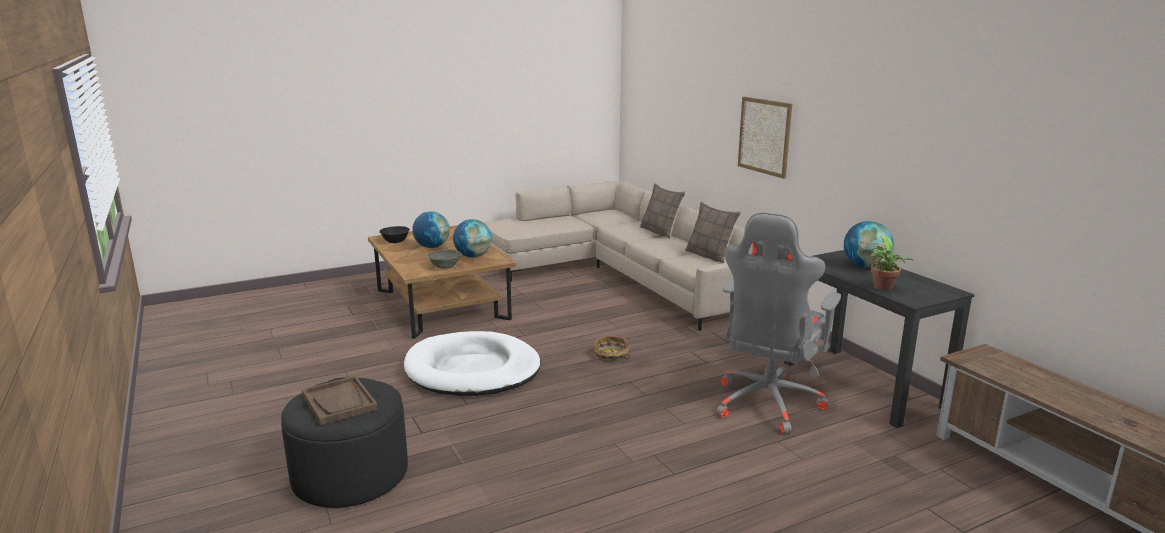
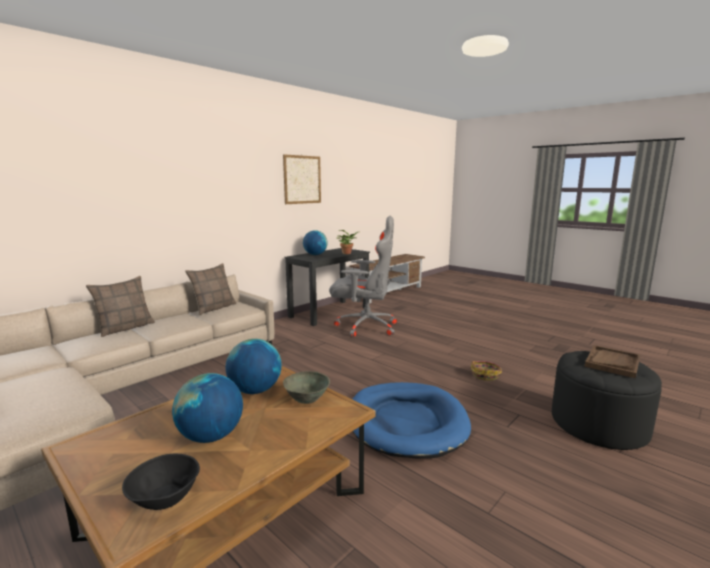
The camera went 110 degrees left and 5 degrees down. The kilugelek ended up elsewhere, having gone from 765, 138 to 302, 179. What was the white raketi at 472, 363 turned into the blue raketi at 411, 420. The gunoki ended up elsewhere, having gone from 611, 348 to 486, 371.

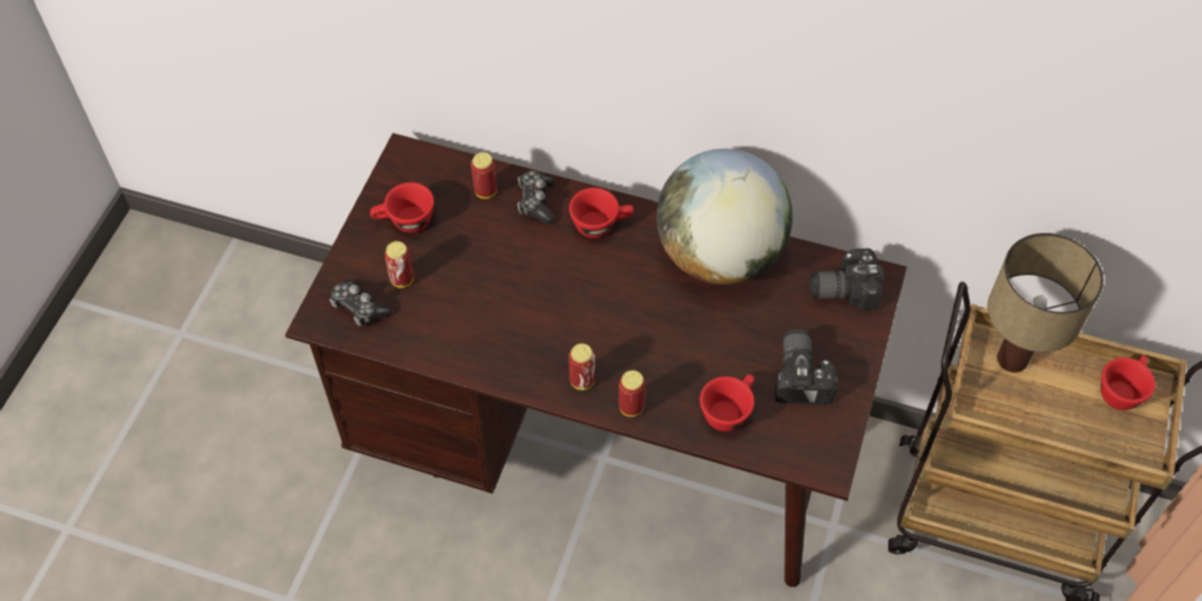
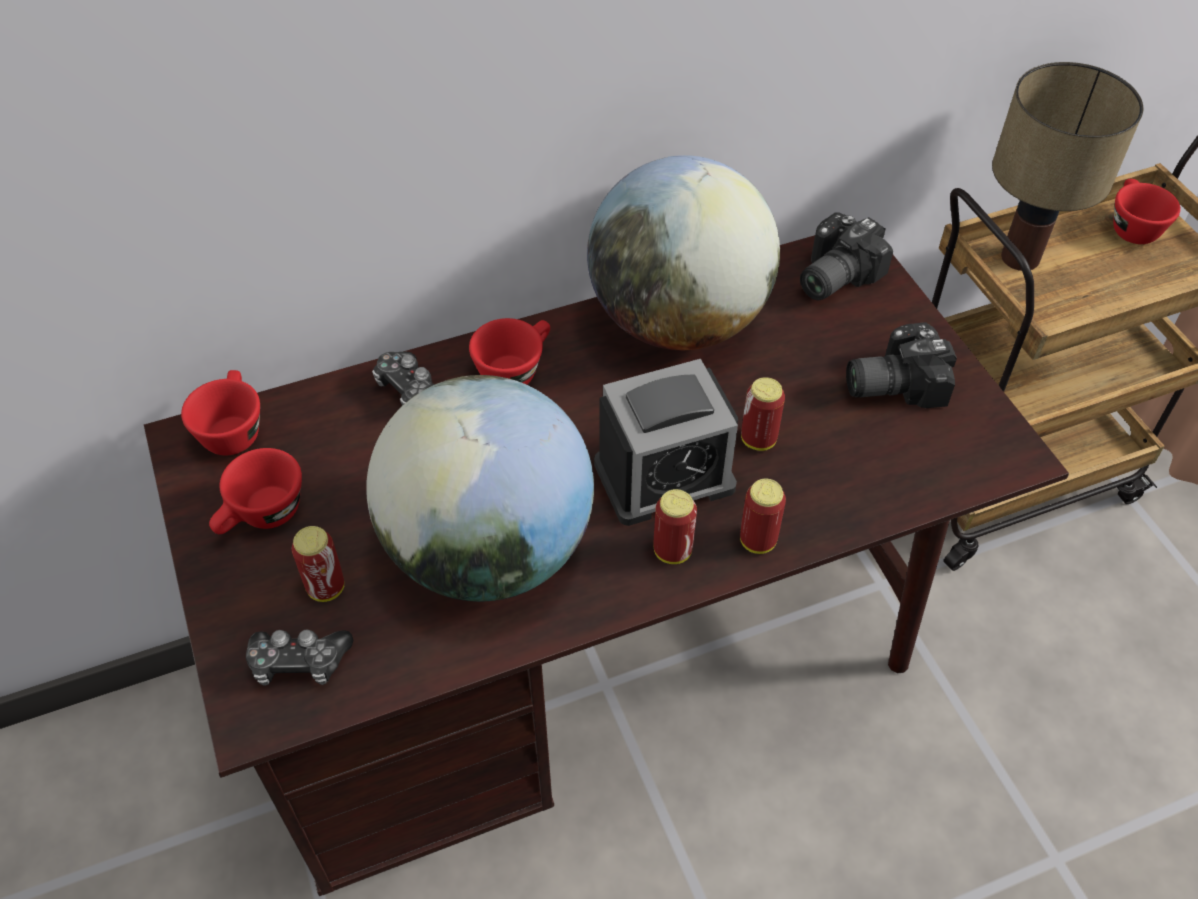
The camera went 40 degrees left and 5 degrees down. The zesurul ended up elsewhere, having gone from 484, 175 to 763, 414. The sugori at 806, 367 ended up facing another way, 60 degrees counterclockwise from before. The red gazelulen ended up elsewhere, having gone from 727, 402 to 220, 413. The second view gained the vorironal at 666, 442. The second view gained the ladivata at 480, 488.

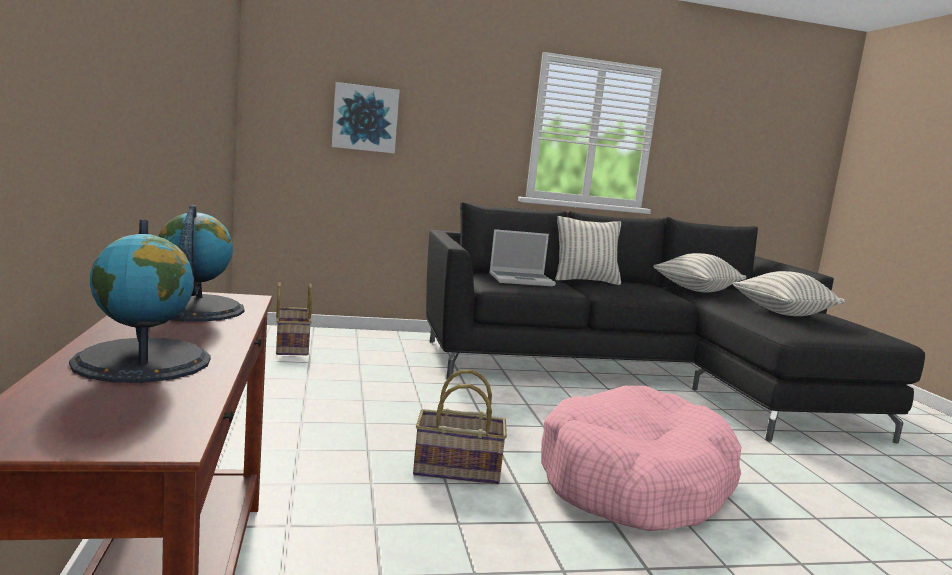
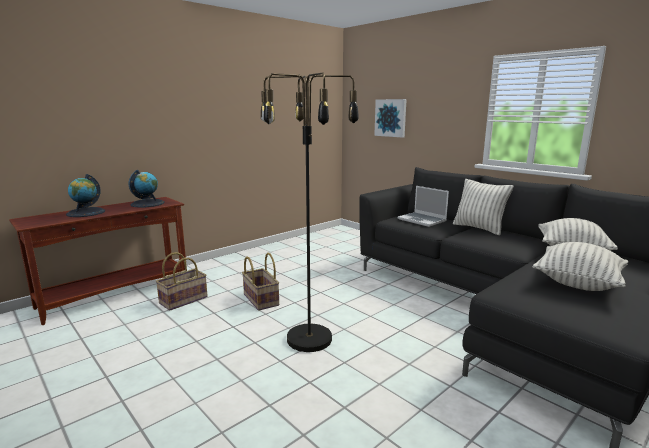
The camera went 60 degrees right and 5 degrees up. The gunoki ended up elsewhere, having gone from 294, 318 to 182, 281. Where the pink raketi stood at 641, 458, the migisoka came to stand at 310, 212.

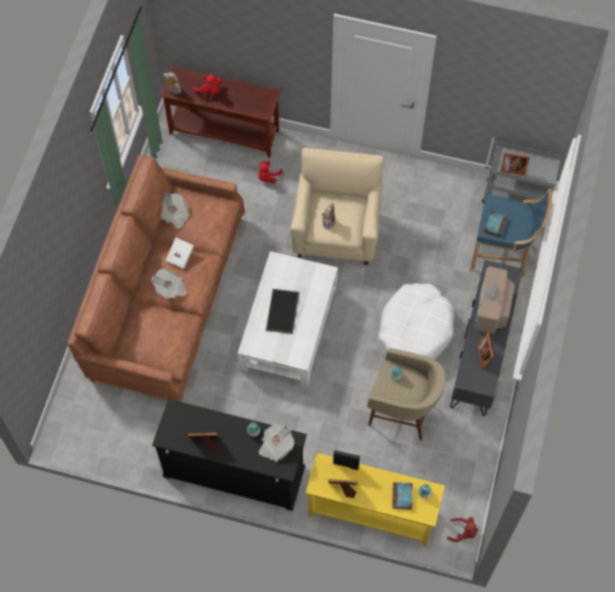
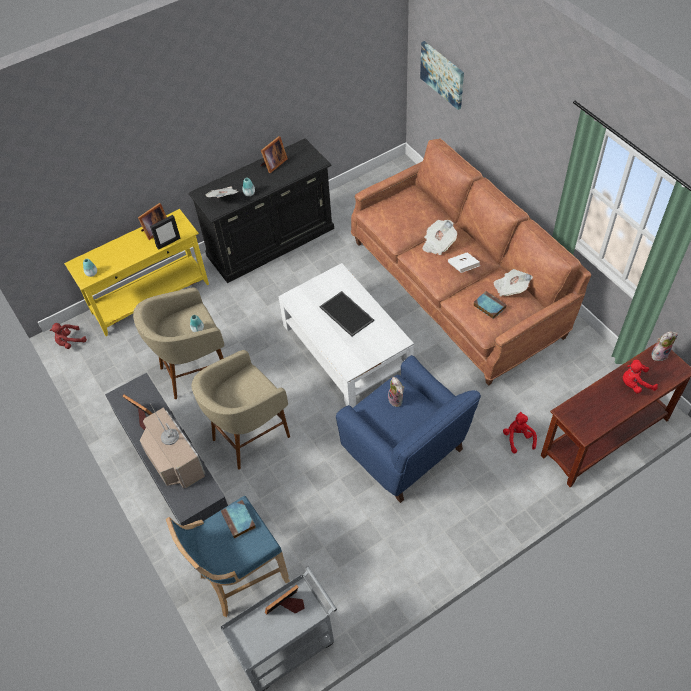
The camera went 135 degrees right and 10 degrees down. What was the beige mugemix at 337, 206 turned into the blue mugemix at 408, 429. Where the white raketi stood at 416, 321, the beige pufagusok came to stand at 241, 410. The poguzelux ended up elsewhere, having gone from 402, 496 to 490, 305. The second view gained the kilugelek at 442, 75.

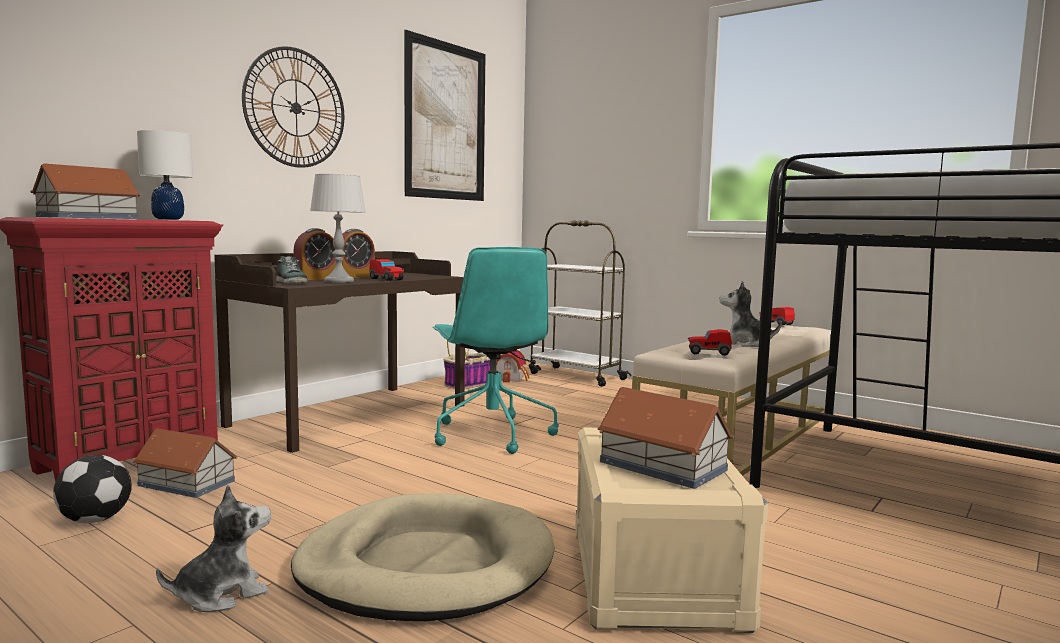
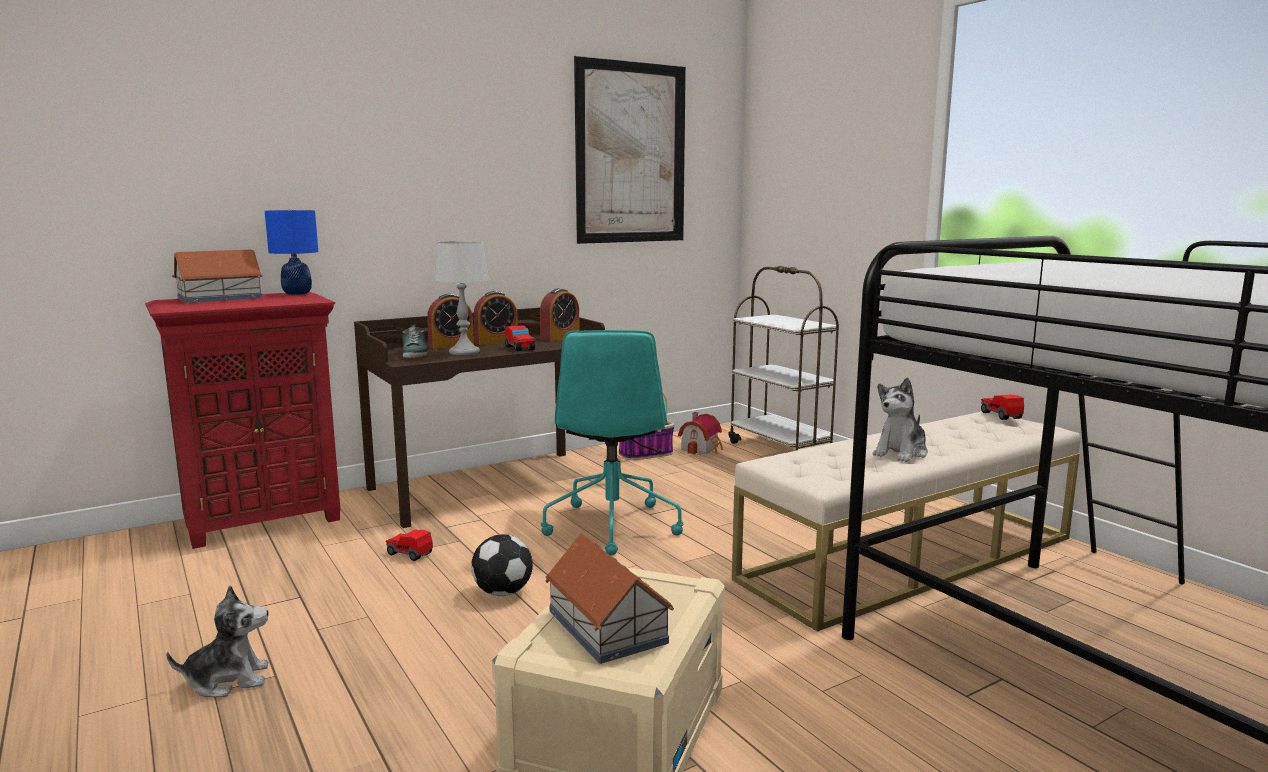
The camera went 20 degrees right and 5 degrees up. The second view lost the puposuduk at 293, 107. What was the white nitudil at 165, 175 turned into the blue nitudil at 291, 252. The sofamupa at 751, 314 ended up facing another way, 90 degrees counterclockwise from before. The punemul ended up elsewhere, having gone from 710, 342 to 409, 545. The second view lost the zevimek at 185, 463. The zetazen ended up elsewhere, having gone from 92, 489 to 502, 565. The second view lost the beige raketi at 423, 557. The second view gained the vorironal at 560, 314.

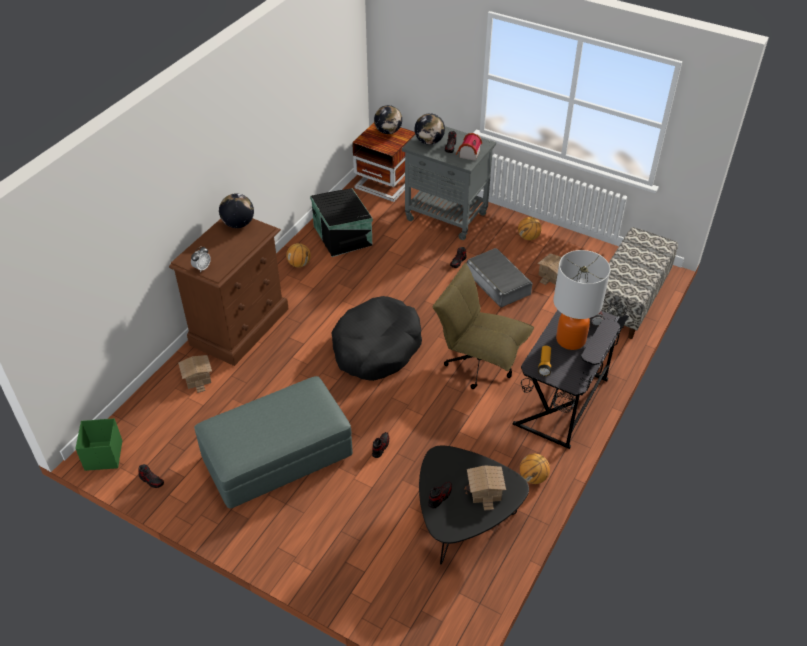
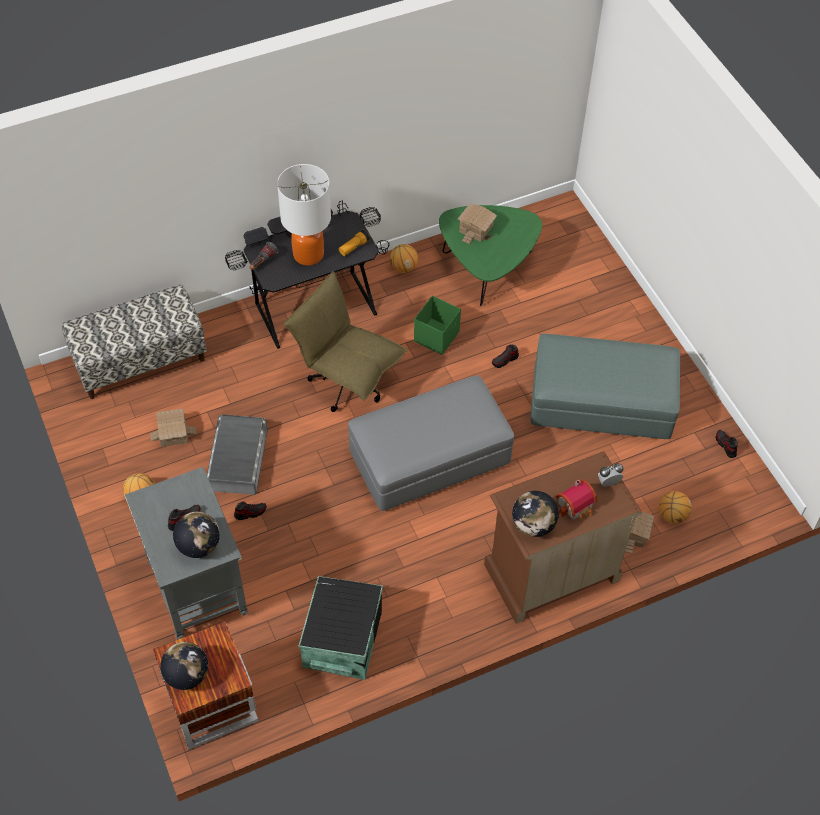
The camera went 145 degrees left and 10 degrees up. The zevimek ended up elsewhere, having gone from 469, 147 to 576, 501. The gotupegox ended up elsewhere, having gone from 298, 255 to 675, 507. The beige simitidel at 483, 325 ended up facing another way, 150 degrees clockwise from before. Where the black raketi stood at 376, 338, the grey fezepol came to stand at 431, 443. The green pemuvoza ended up elsewhere, having gone from 98, 444 to 437, 325. What was the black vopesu at 474, 504 turned into the green vopesu at 490, 255. The second view lost the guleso at 440, 495.

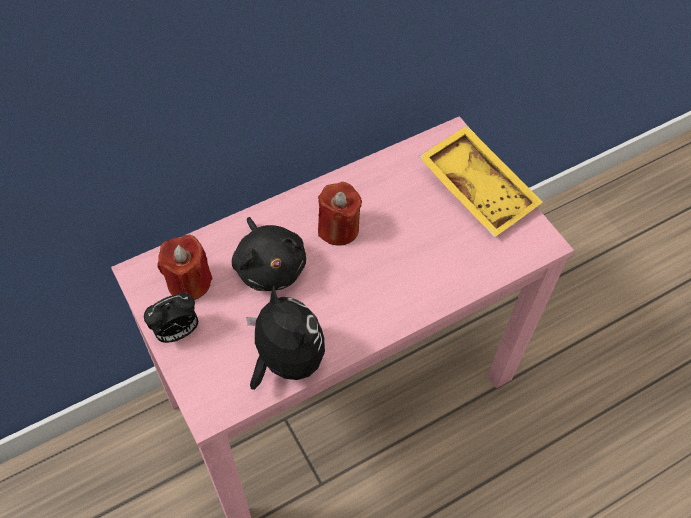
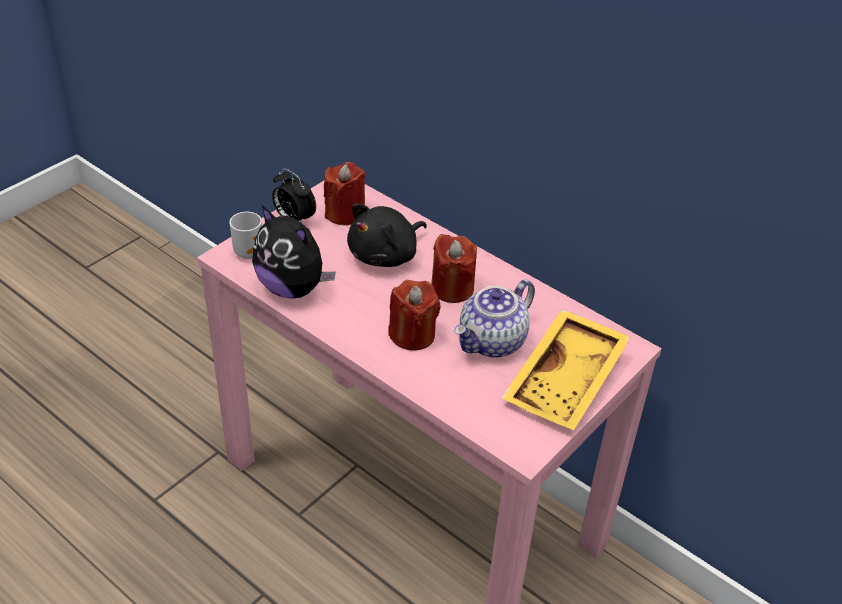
The camera went 70 degrees right and 15 degrees down. The sofamupa at 285, 337 ended up facing another way, 90 degrees clockwise from before. The second view gained the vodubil at 245, 235. The second view gained the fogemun at 494, 318. The second view gained the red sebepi at 414, 315.

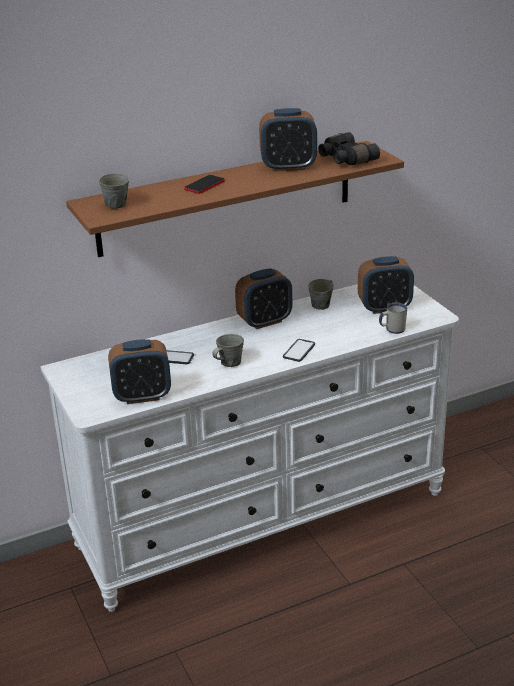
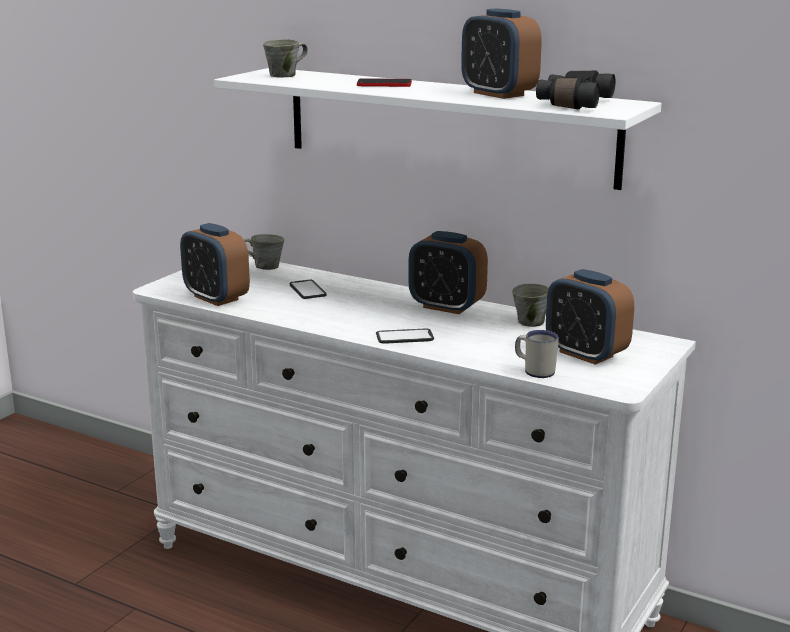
The camera went 55 degrees right and 10 degrees down. What was the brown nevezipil at 235, 199 turned into the white nevezipil at 438, 129. The grey vodubil ended up elsewhere, having gone from 228, 350 to 264, 252.

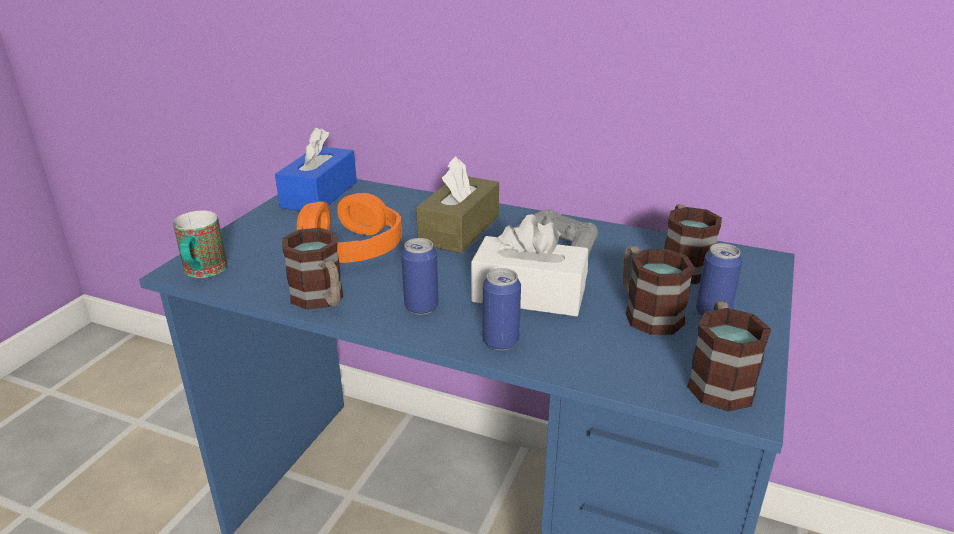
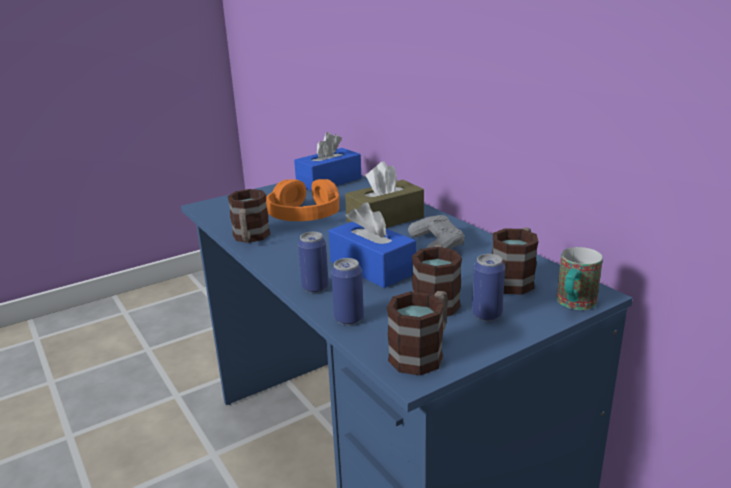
The camera went 35 degrees right and 5 degrees down. The vodubil ended up elsewhere, having gone from 200, 244 to 580, 278. What was the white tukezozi at 529, 265 turned into the blue tukezozi at 372, 245. The zesurul ended up elsewhere, having gone from 419, 276 to 347, 291.

